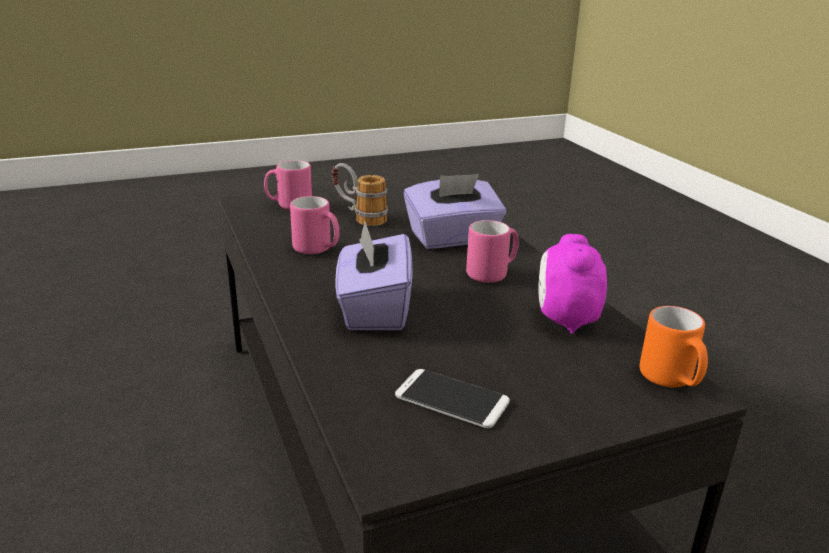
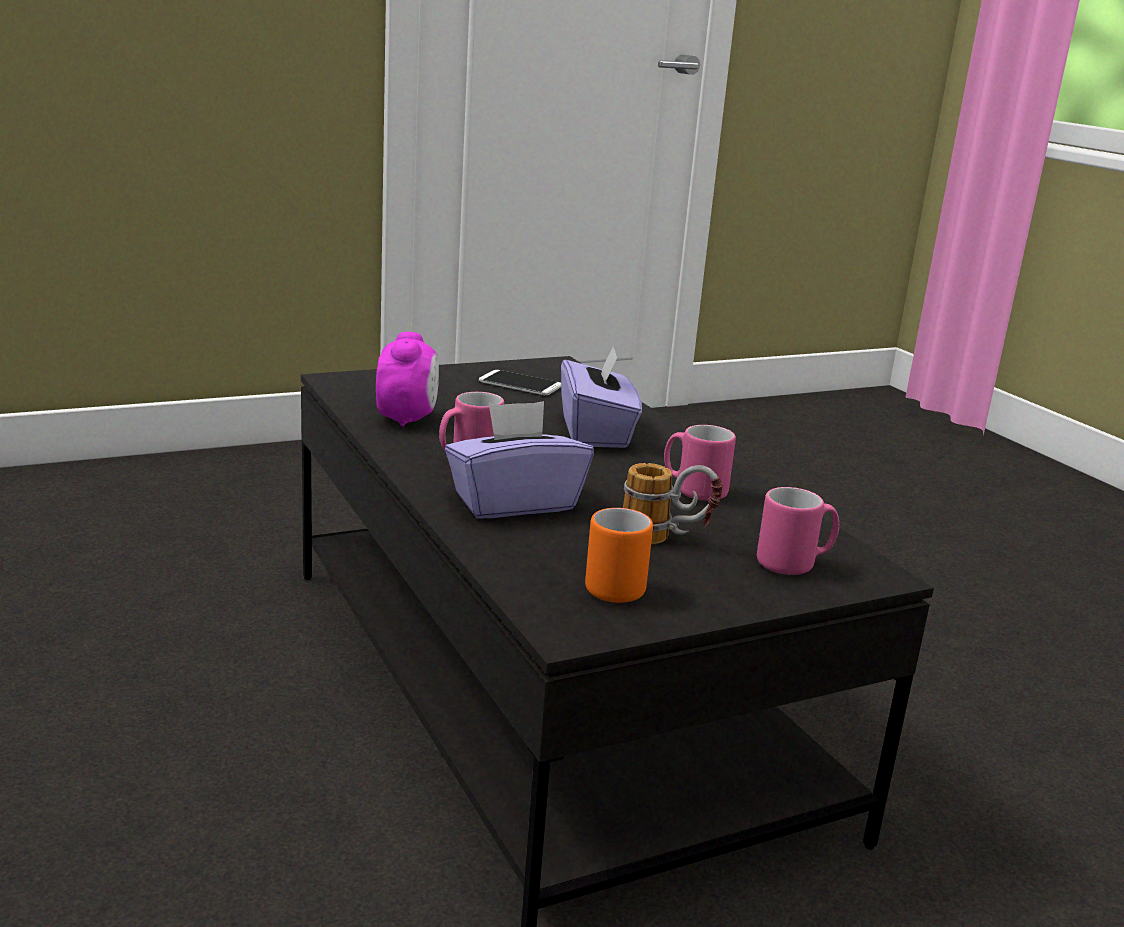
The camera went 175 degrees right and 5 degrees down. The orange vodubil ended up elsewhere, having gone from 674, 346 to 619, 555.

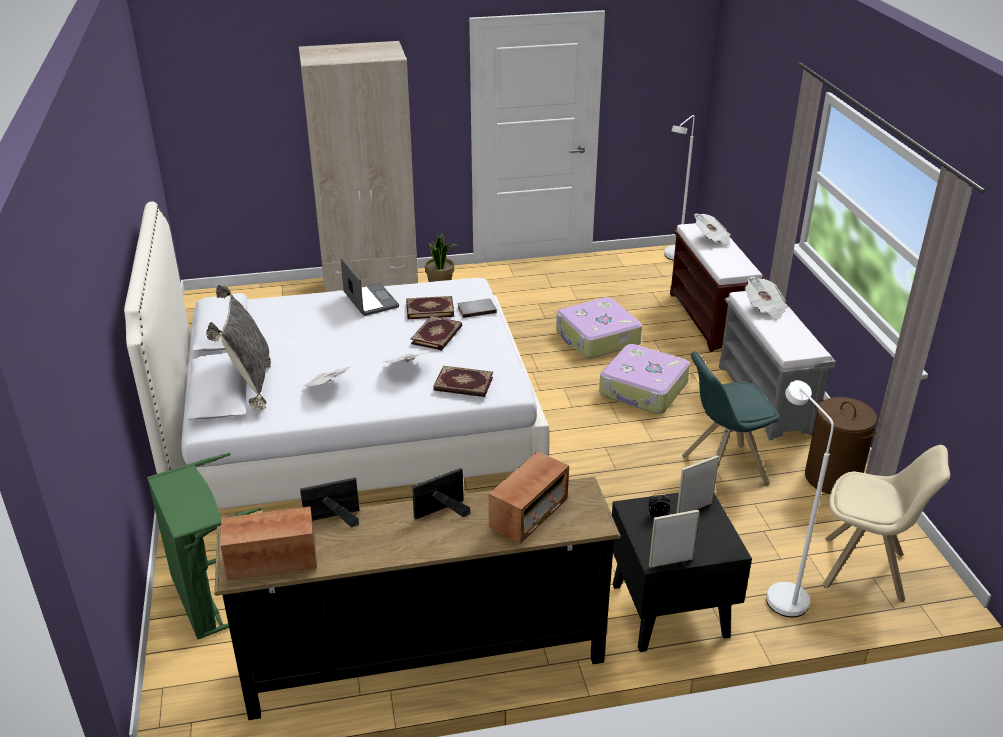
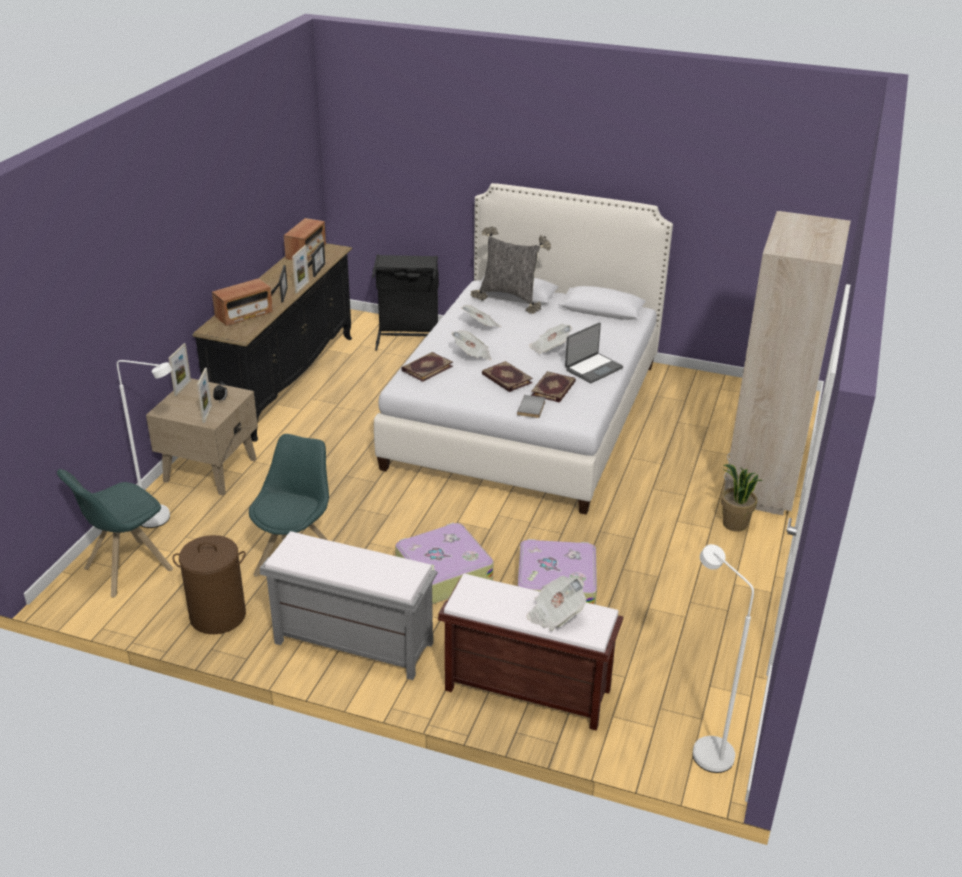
The camera went 120 degrees right and 0 degrees up. The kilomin at 370, 287 ended up facing another way, 45 degrees counterclockwise from before. The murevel ended up elsewhere, having gone from 766, 298 to 550, 339. What was the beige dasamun at 886, 523 turned into the turquoise dasamun at 115, 533. The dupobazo at 529, 497 ended up facing another way, 105 degrees counterclockwise from before. What was the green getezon at 204, 546 turned into the black getezon at 405, 302. What was the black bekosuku at 682, 572 turned into the beige bekosuku at 202, 436. The second view gained the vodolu at 300, 269.

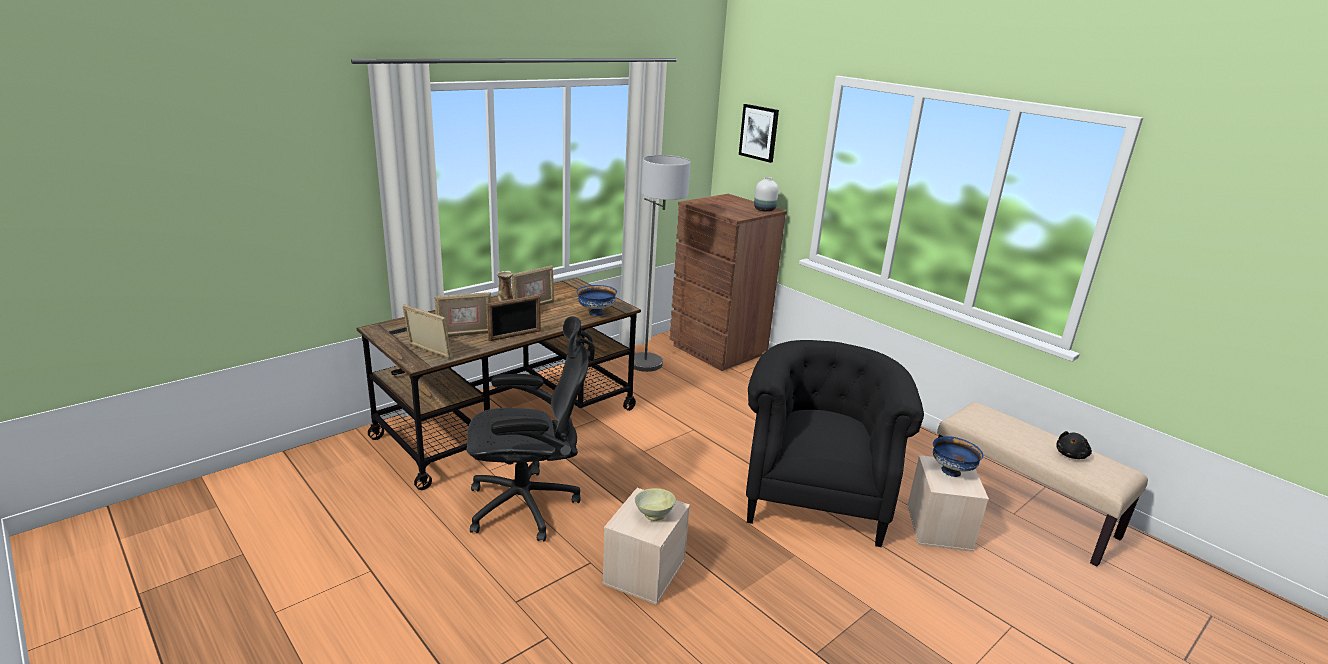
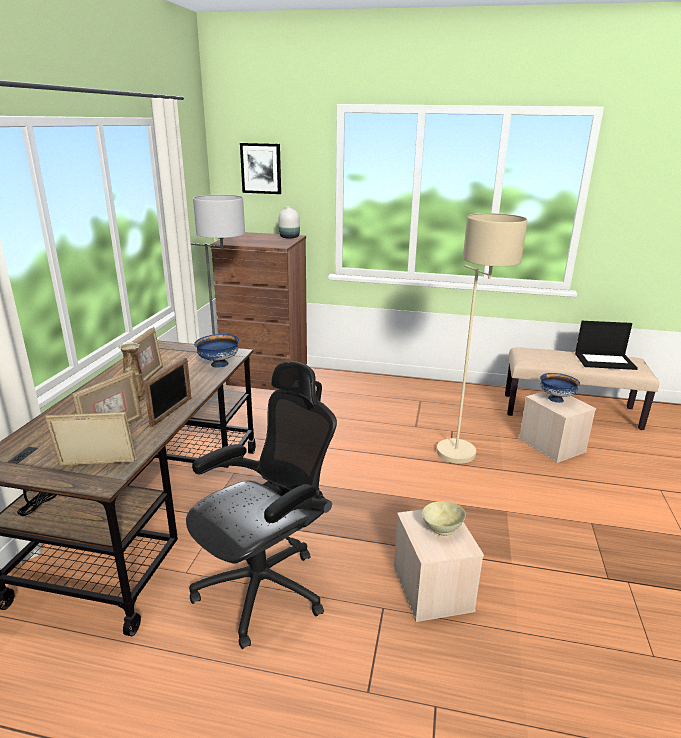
The camera went 35 degrees left and 0 degrees up. Where the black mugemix stood at 835, 443, the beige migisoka came to stand at 482, 338. Where the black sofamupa stood at 1074, 445, the kilomin came to stand at 606, 345.

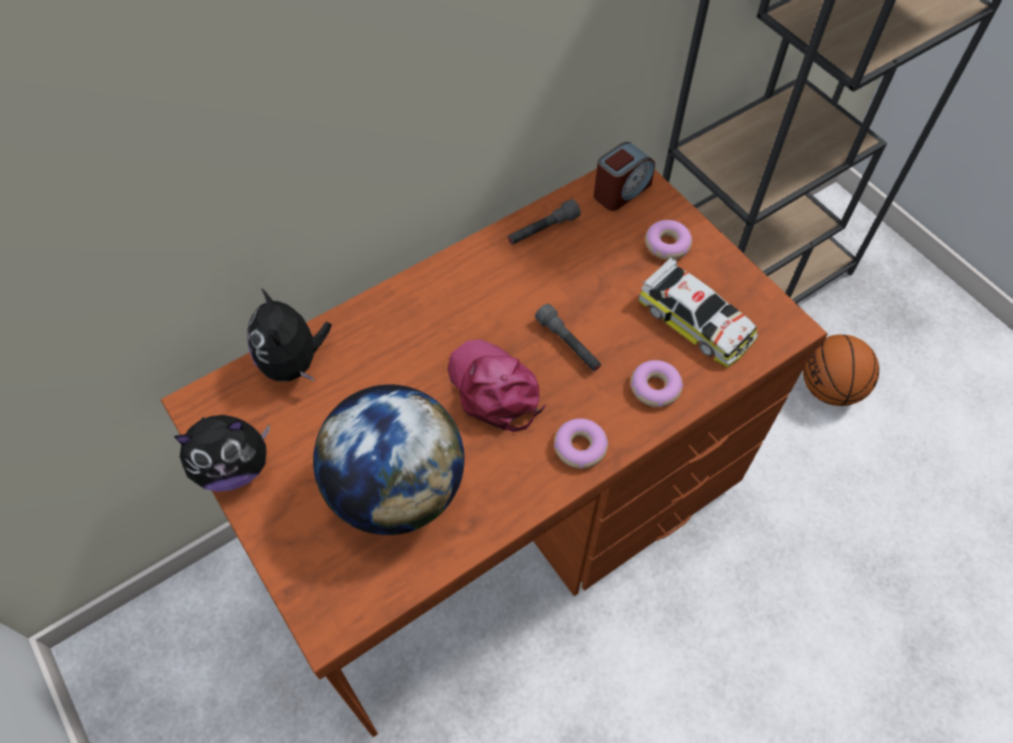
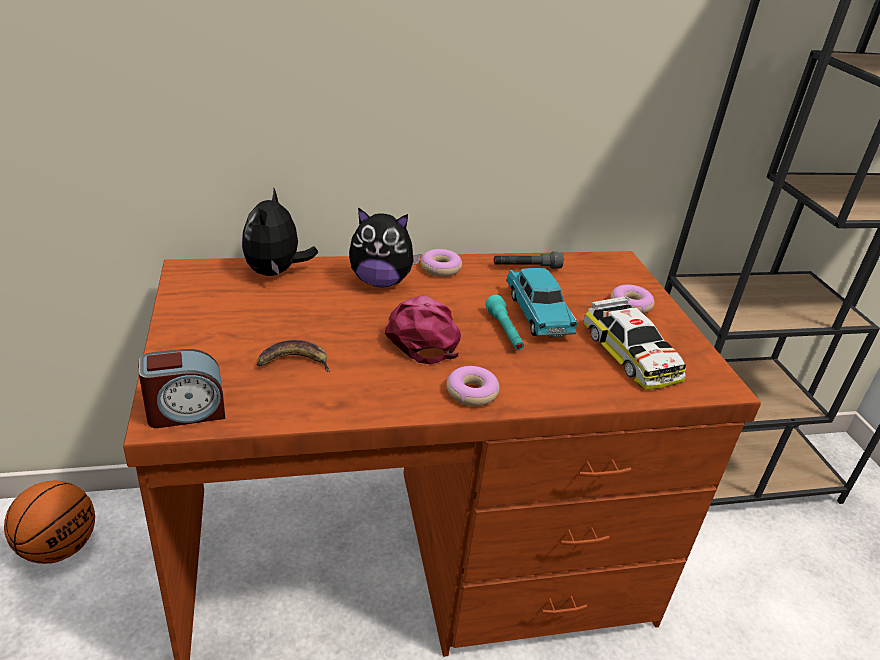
The camera went 20 degrees right and 25 degrees down. The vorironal ended up elsewhere, having gone from 624, 176 to 182, 388. What was the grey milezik at 568, 337 turned into the turquoise milezik at 504, 322. The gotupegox ended up elsewhere, having gone from 841, 370 to 49, 522. The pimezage ended up elsewhere, having gone from 657, 383 to 441, 263. Where the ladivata stood at 388, 459, the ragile came to stand at 293, 356. The sofamupa ended up elsewhere, having gone from 221, 453 to 385, 247. The second view gained the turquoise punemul at 541, 303.

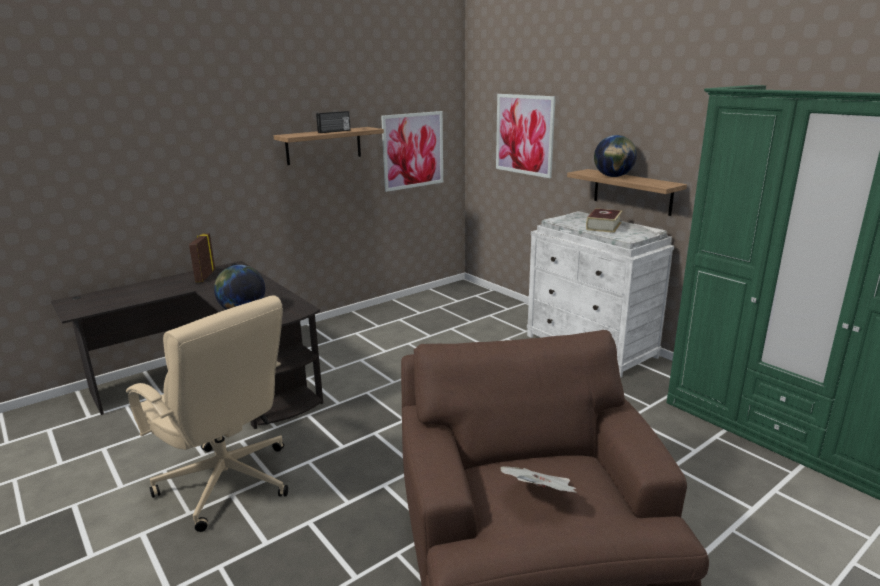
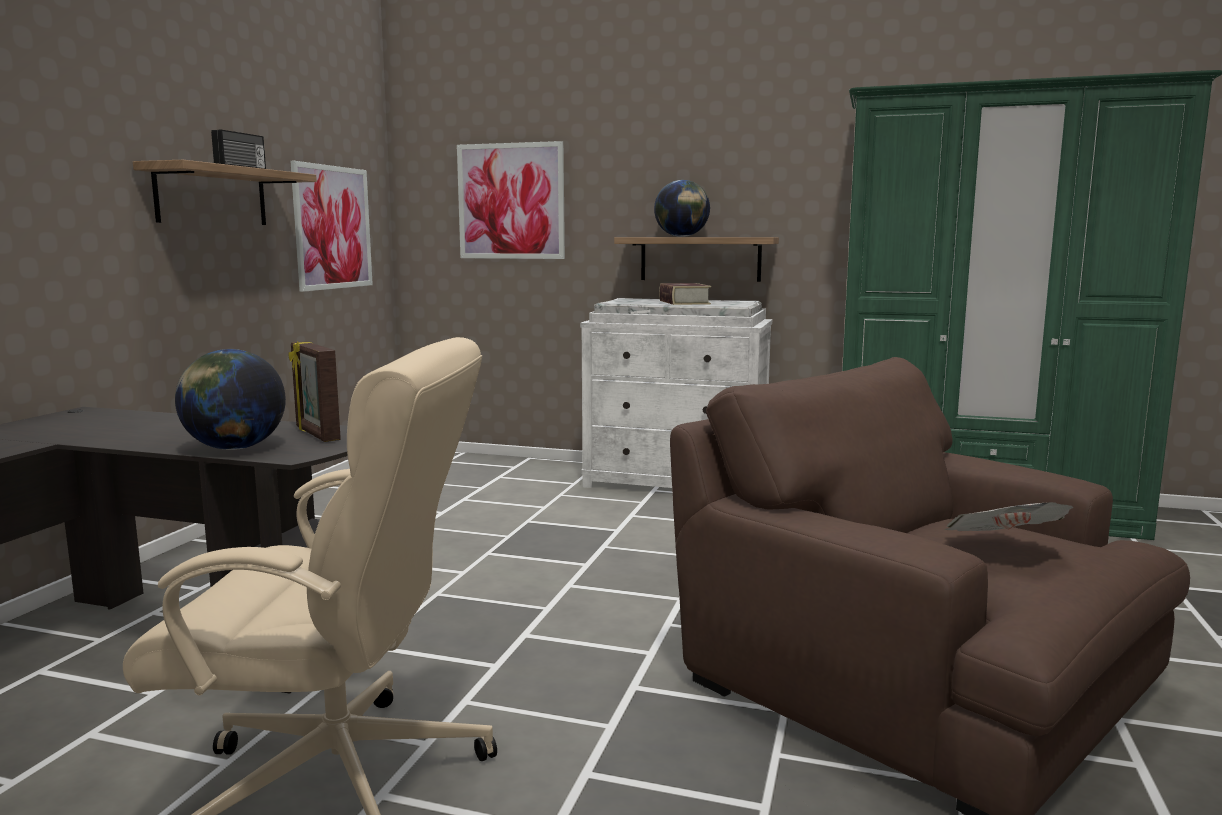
The camera went 35 degrees left and 10 degrees down. The vodolu ended up elsewhere, having gone from 202, 257 to 314, 391.

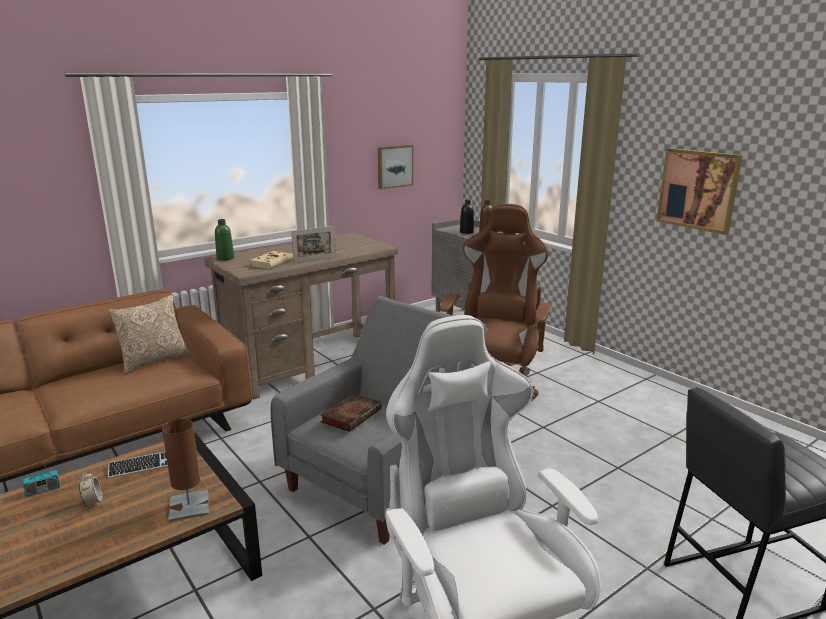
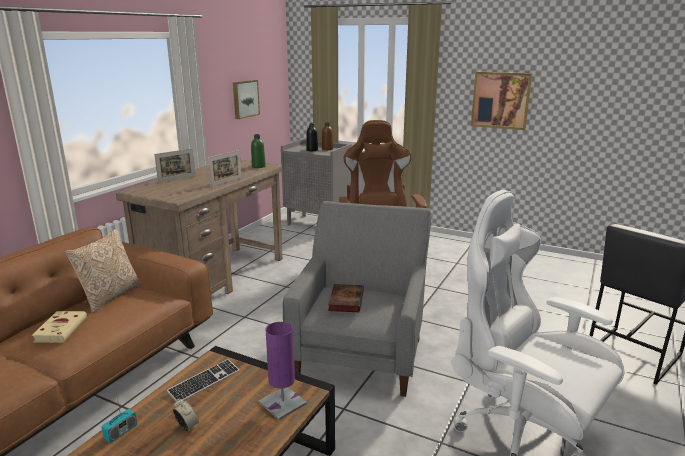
The camera went 25 degrees left and 0 degrees up. The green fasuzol ended up elsewhere, having gone from 224, 240 to 258, 151. The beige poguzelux ended up elsewhere, having gone from 272, 260 to 59, 327. What was the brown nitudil at 185, 470 turned into the purple nitudil at 283, 371. The second view gained the vodolu at 175, 165.

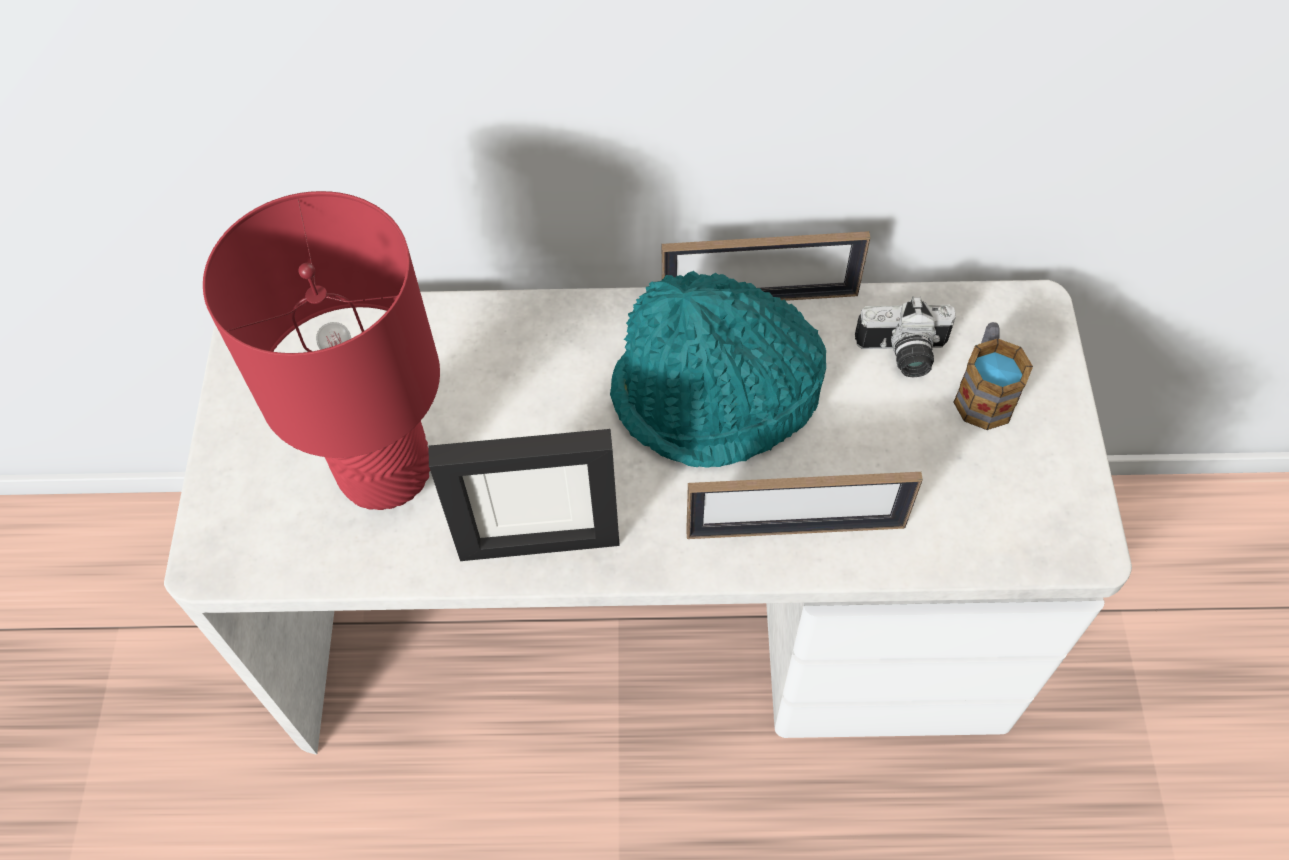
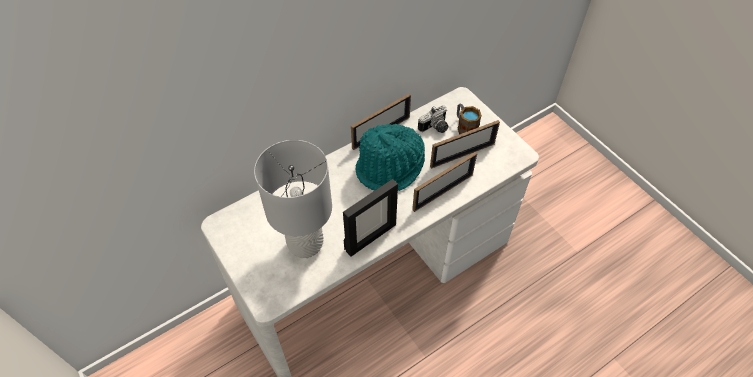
The camera went 35 degrees left and 5 degrees down. What was the red nitudil at 321, 350 turned into the grey nitudil at 293, 199. The second view gained the vodolu at 465, 144.

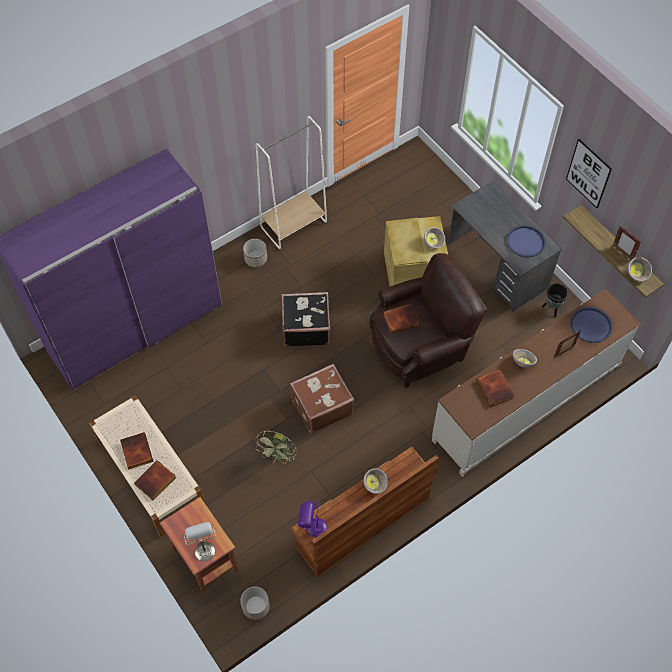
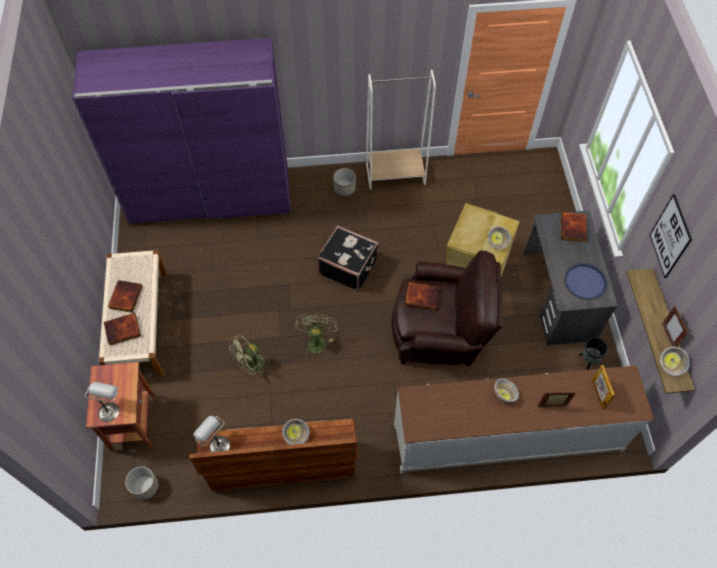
The camera went 30 degrees right and 0 degrees up. Where the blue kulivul stood at 591, 325, the vodolu came to stand at 603, 387. Where the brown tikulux stood at 322, 398, the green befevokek came to stand at 316, 335. The poguzelux ended up elsewhere, having gone from 495, 388 to 574, 227. What was the purple nitudil at 312, 518 turned into the white nitudil at 212, 434.

